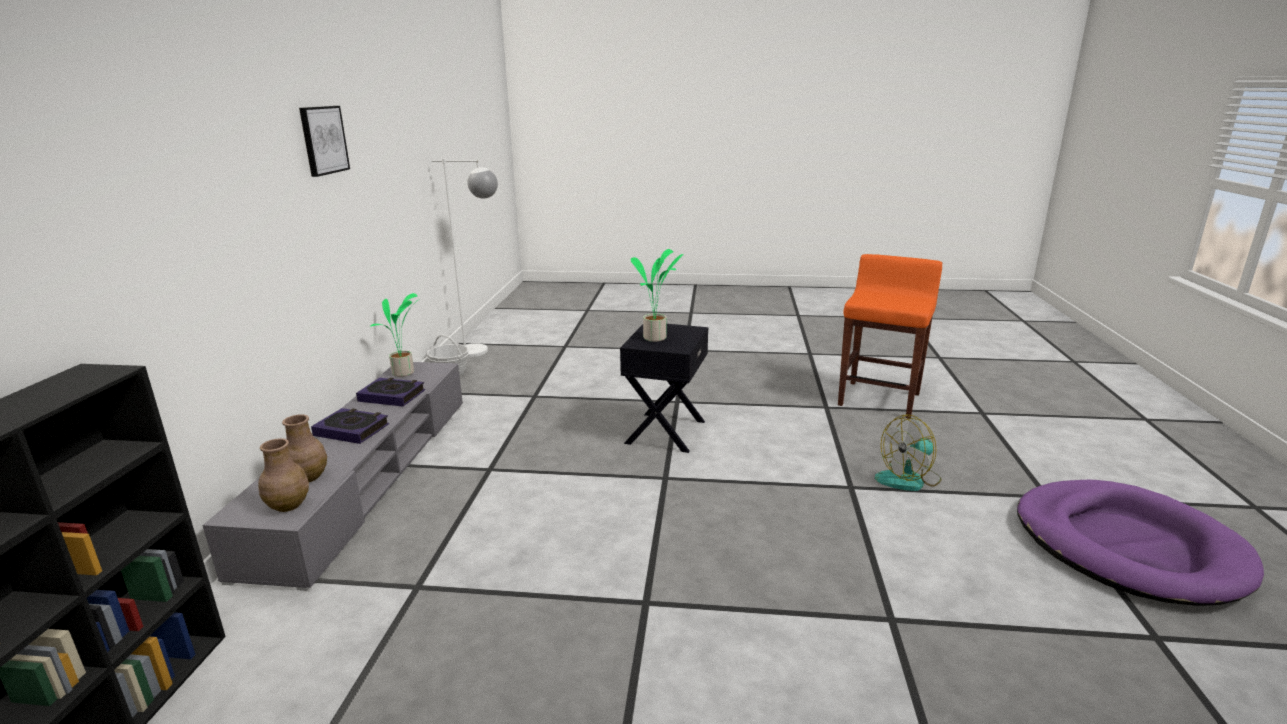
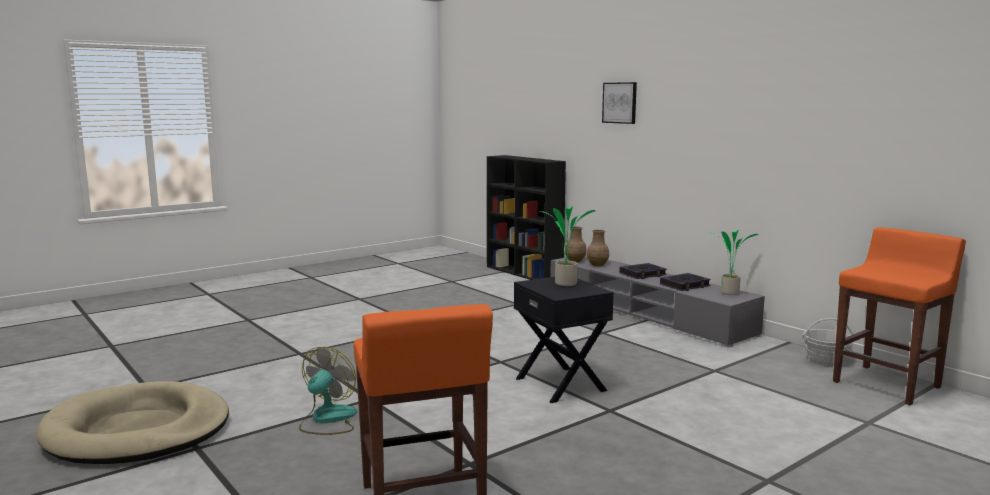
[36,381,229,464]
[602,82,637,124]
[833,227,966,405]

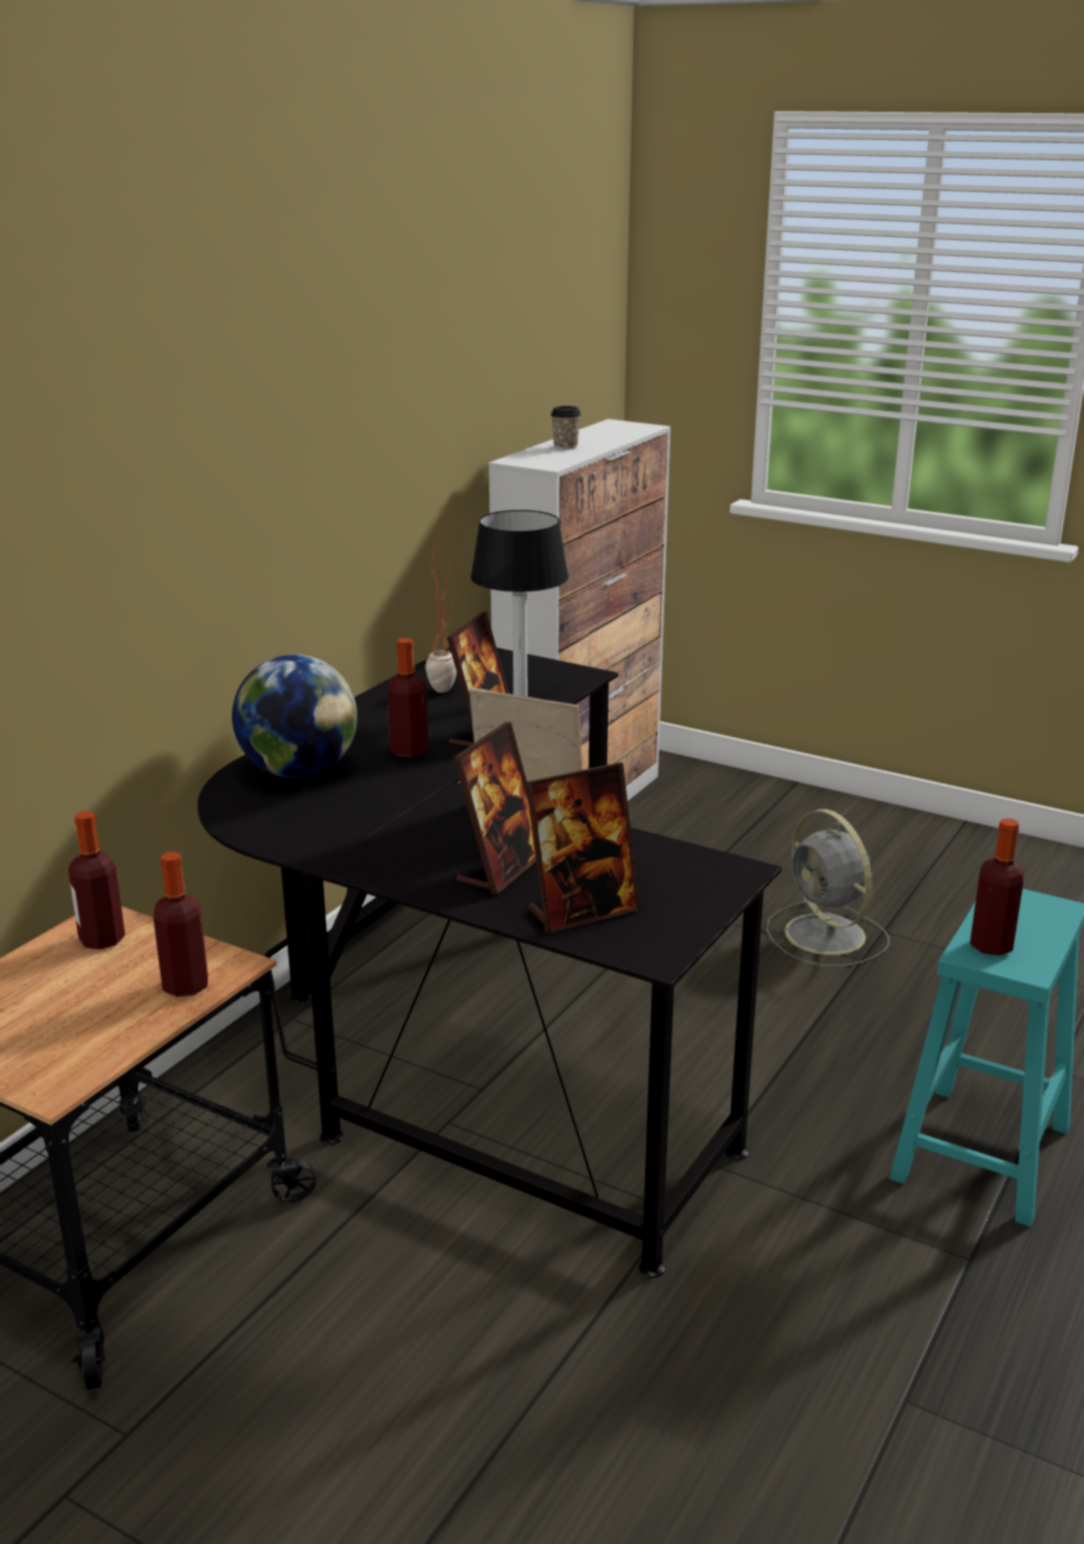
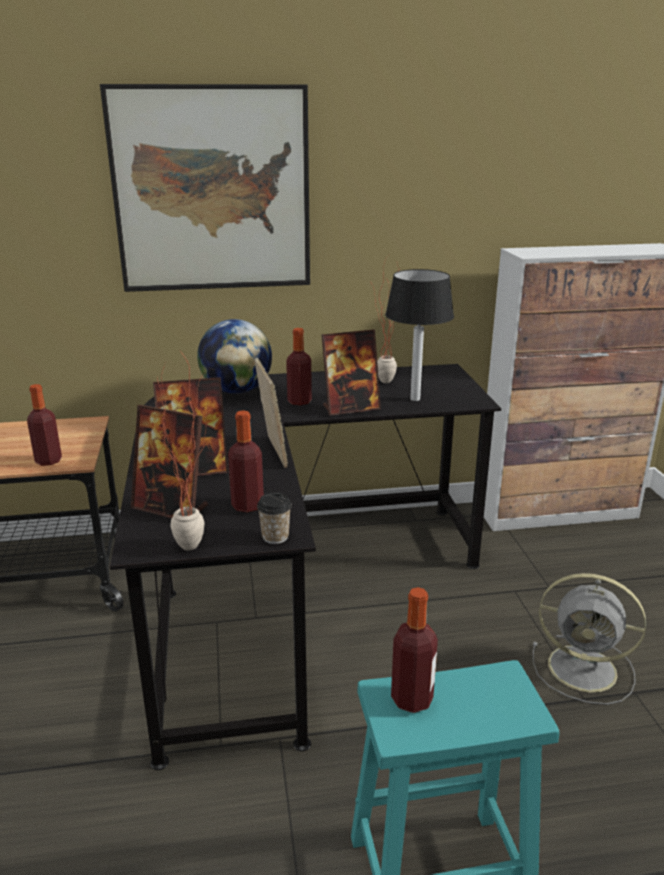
[100,84,310,292]
[157,349,211,551]
[228,411,264,513]
[257,492,292,544]
[533,573,646,705]

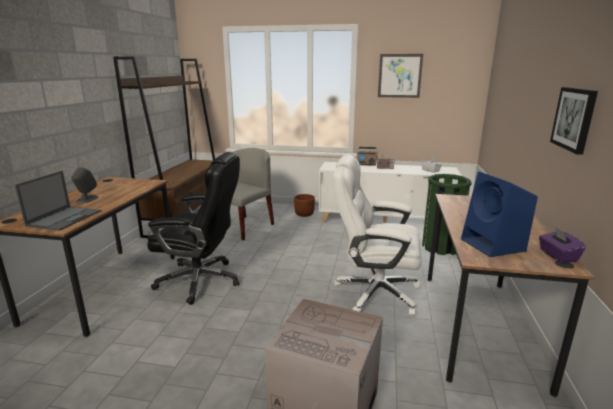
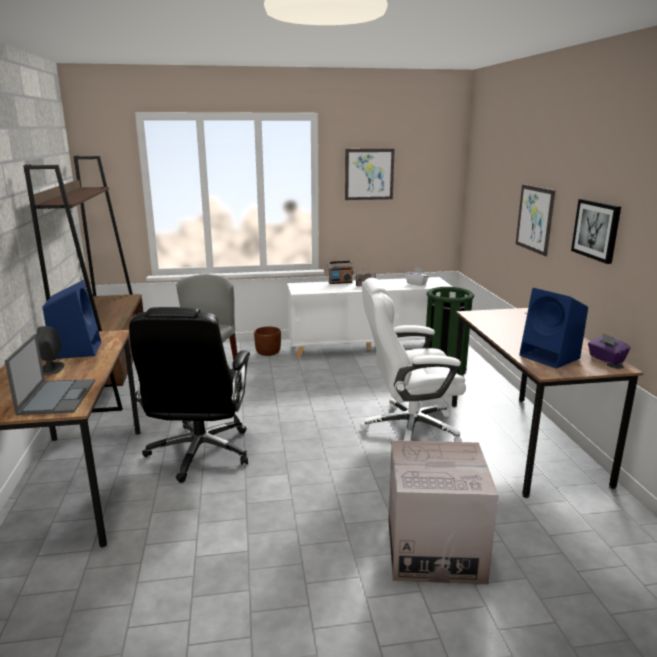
[43,280,101,359]
[129,307,250,483]
[516,184,555,256]

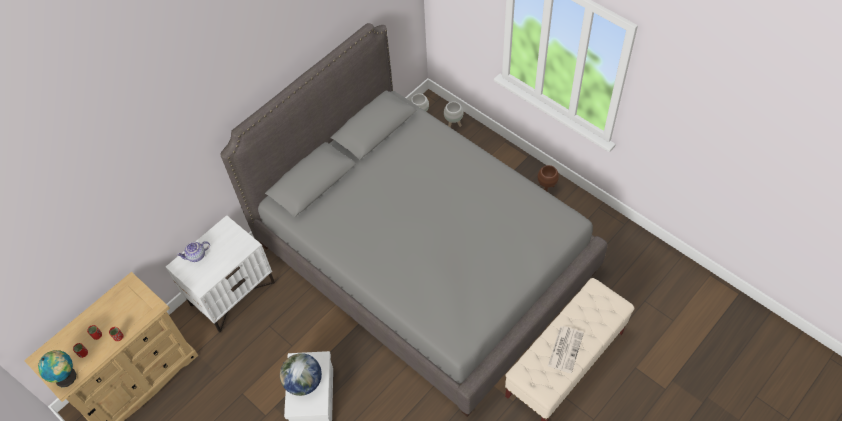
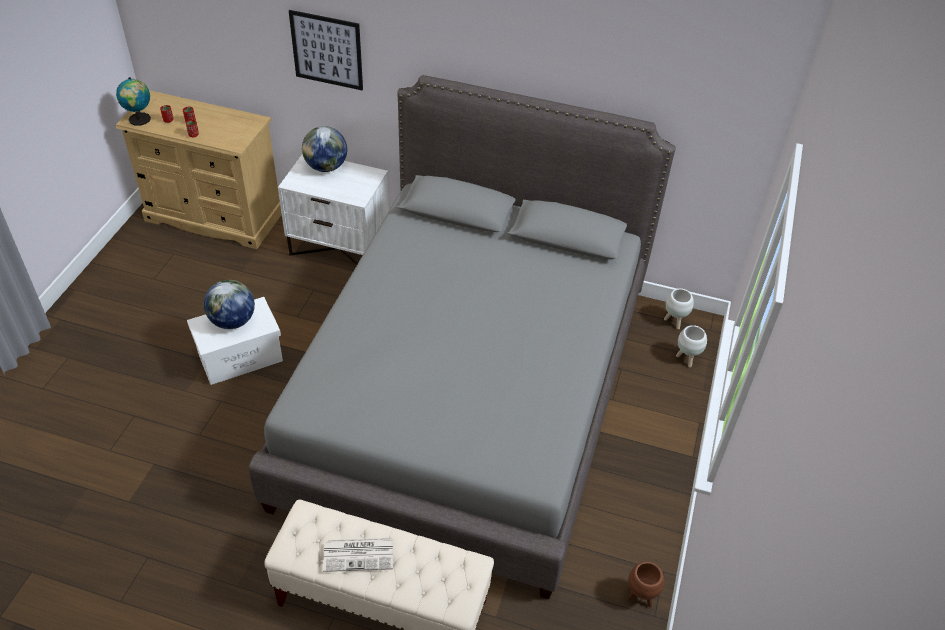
[289,10,363,90]
[302,126,347,172]
[627,561,664,607]

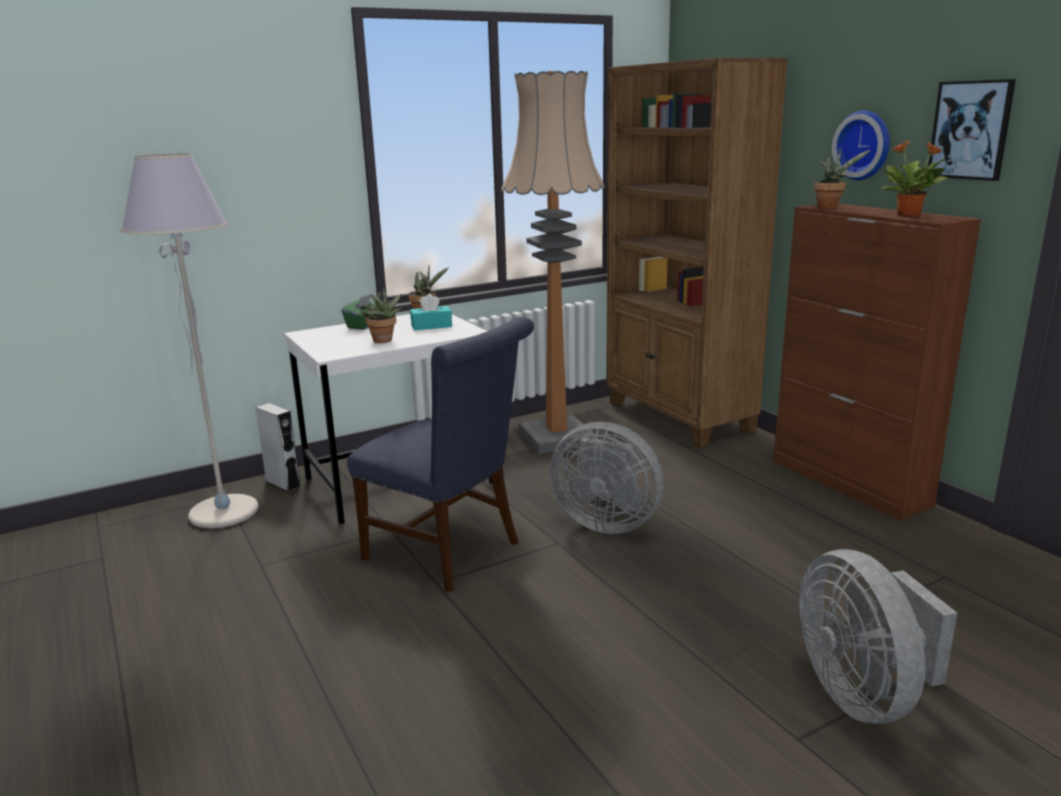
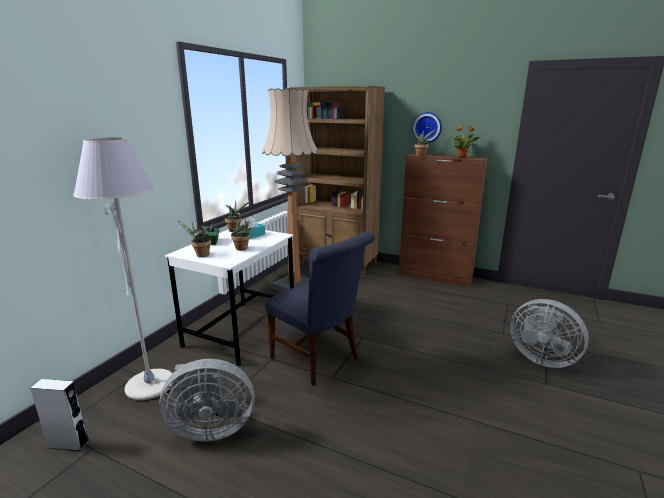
[30,379,90,451]
[160,359,255,442]
[178,221,211,257]
[265,232,375,386]
[928,79,1016,181] (first image)

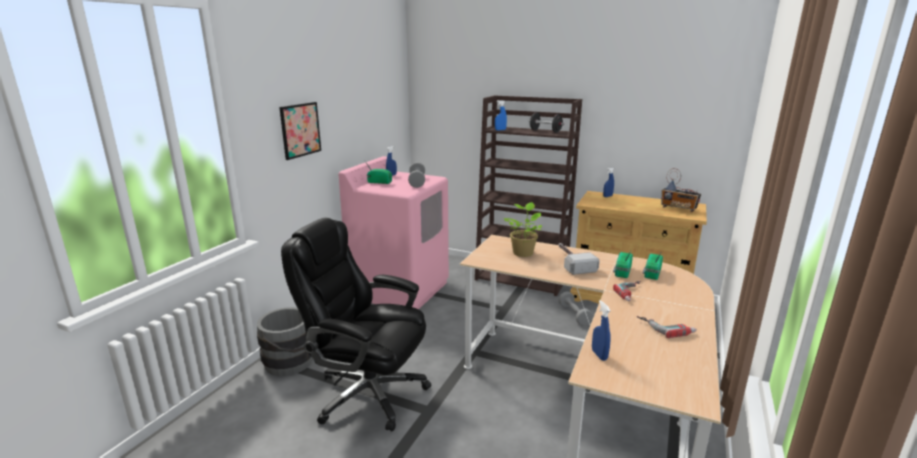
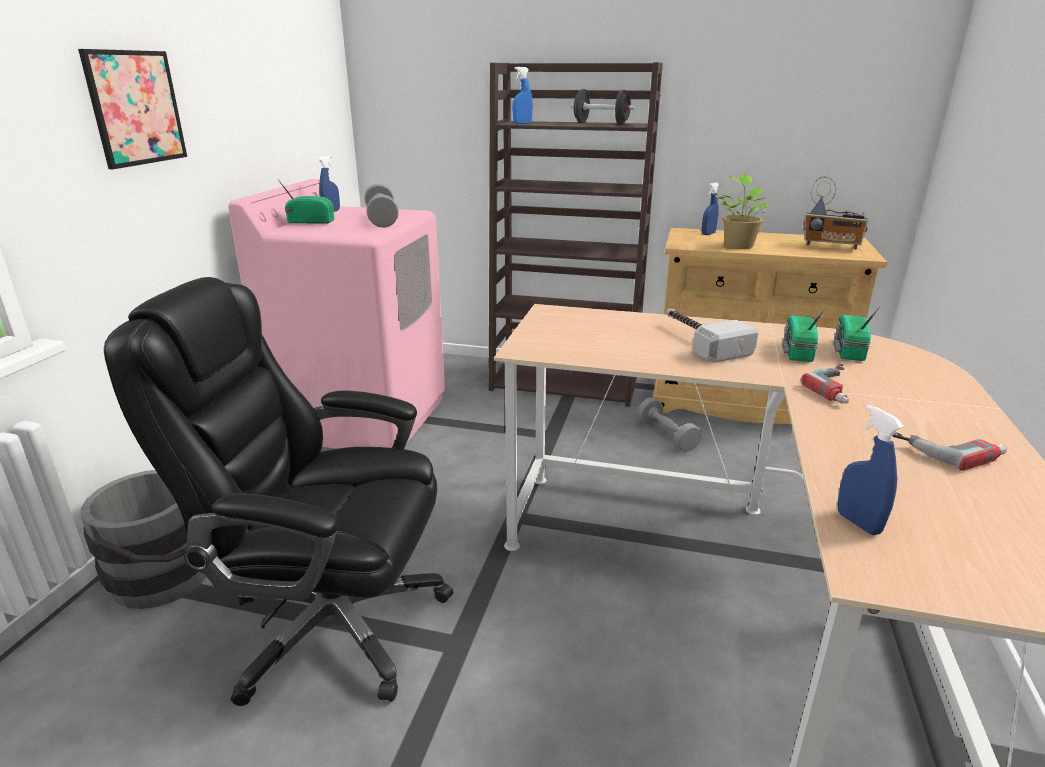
[714,174,770,249]

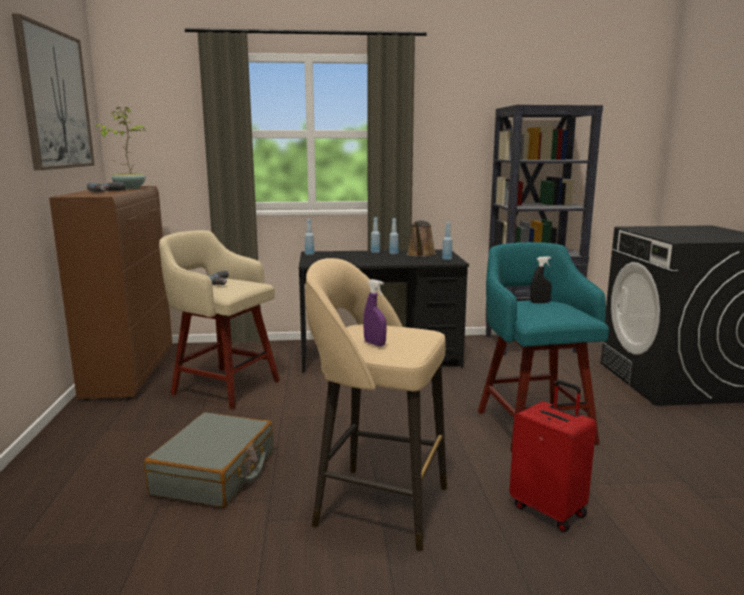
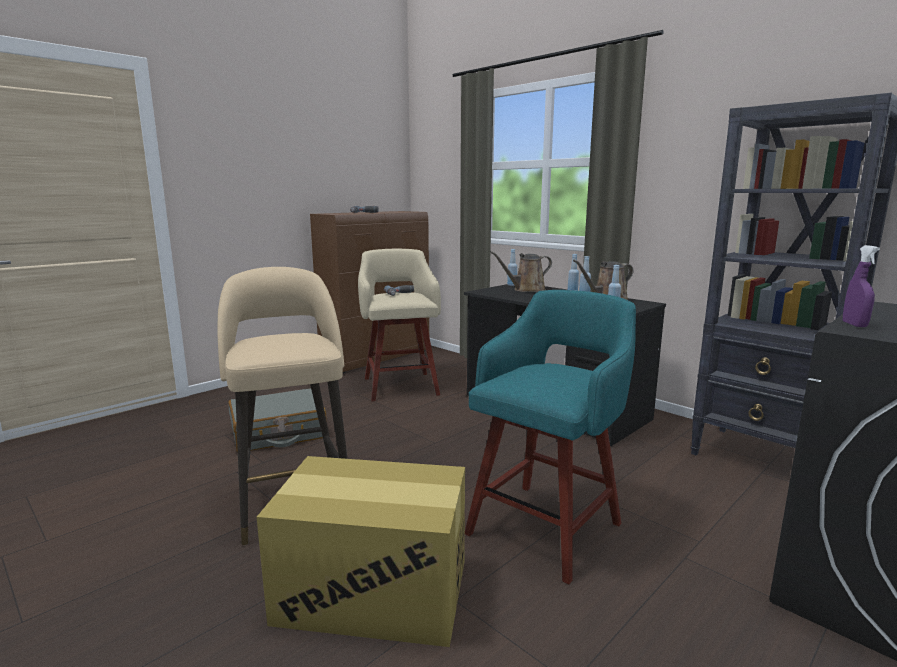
[257,456,465,647]
[490,251,552,292]
[843,245,880,327]
[12,14,95,170] (first image)
[96,107,146,189] (first image)
[530,256,552,303] (first image)

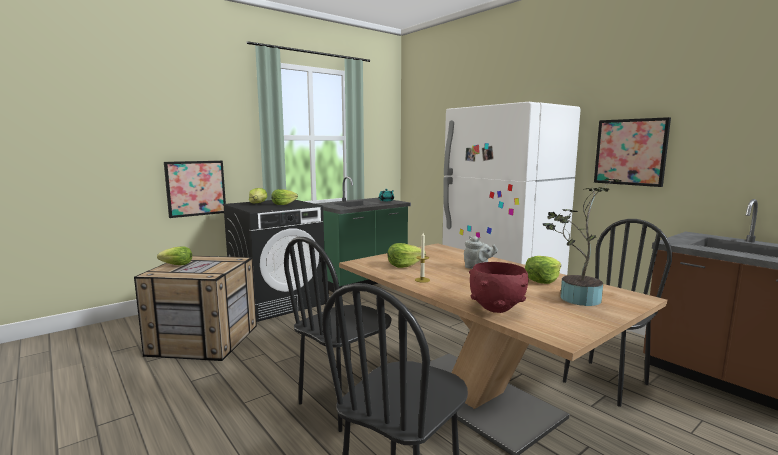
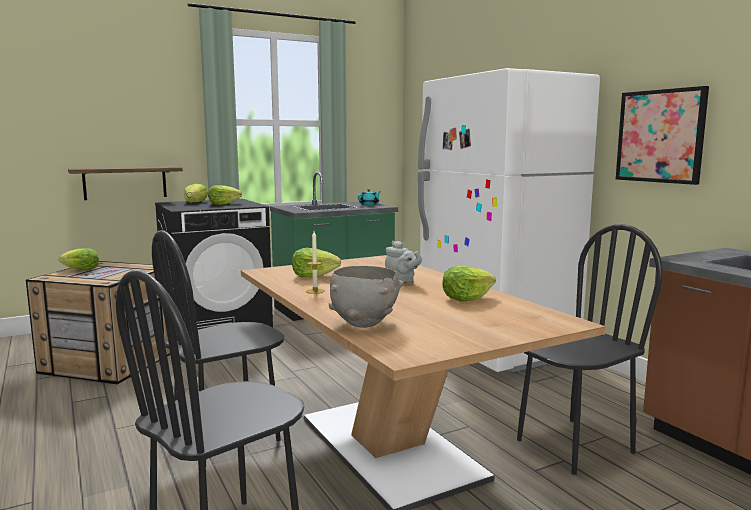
[68,166,183,200]
[329,266,404,328]
[543,179,622,306] (first image)

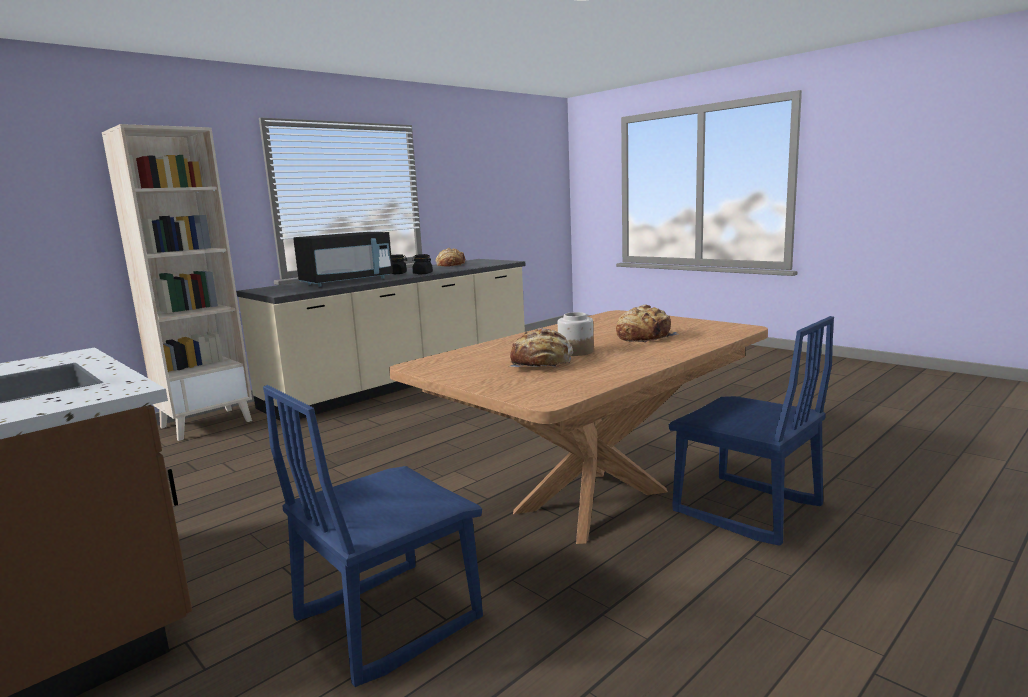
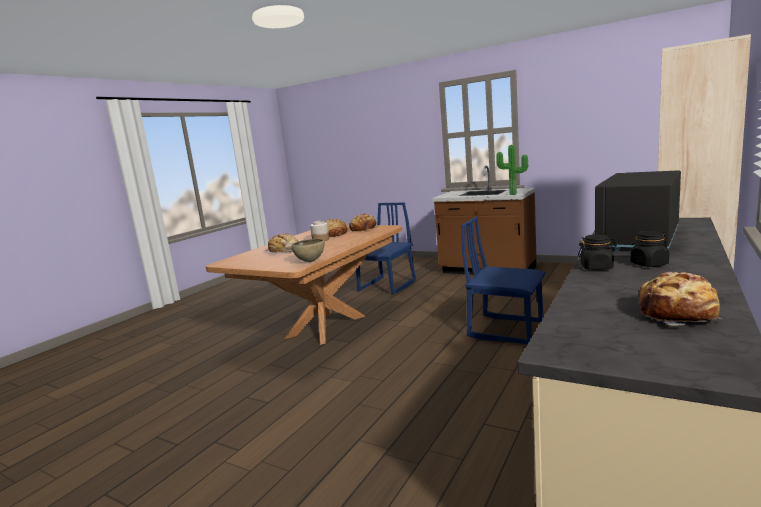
[291,239,325,262]
[349,213,378,232]
[461,217,545,344]
[497,145,528,195]

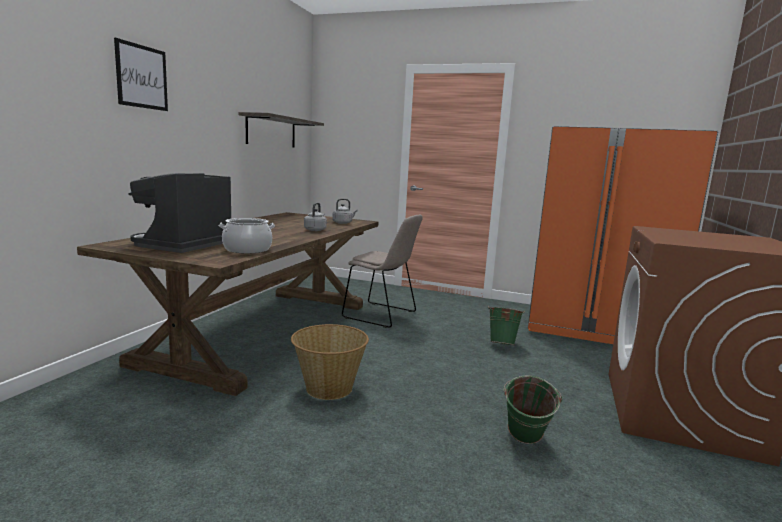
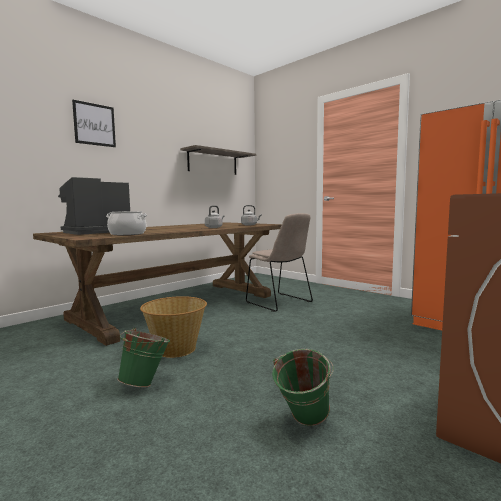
[117,328,170,387]

